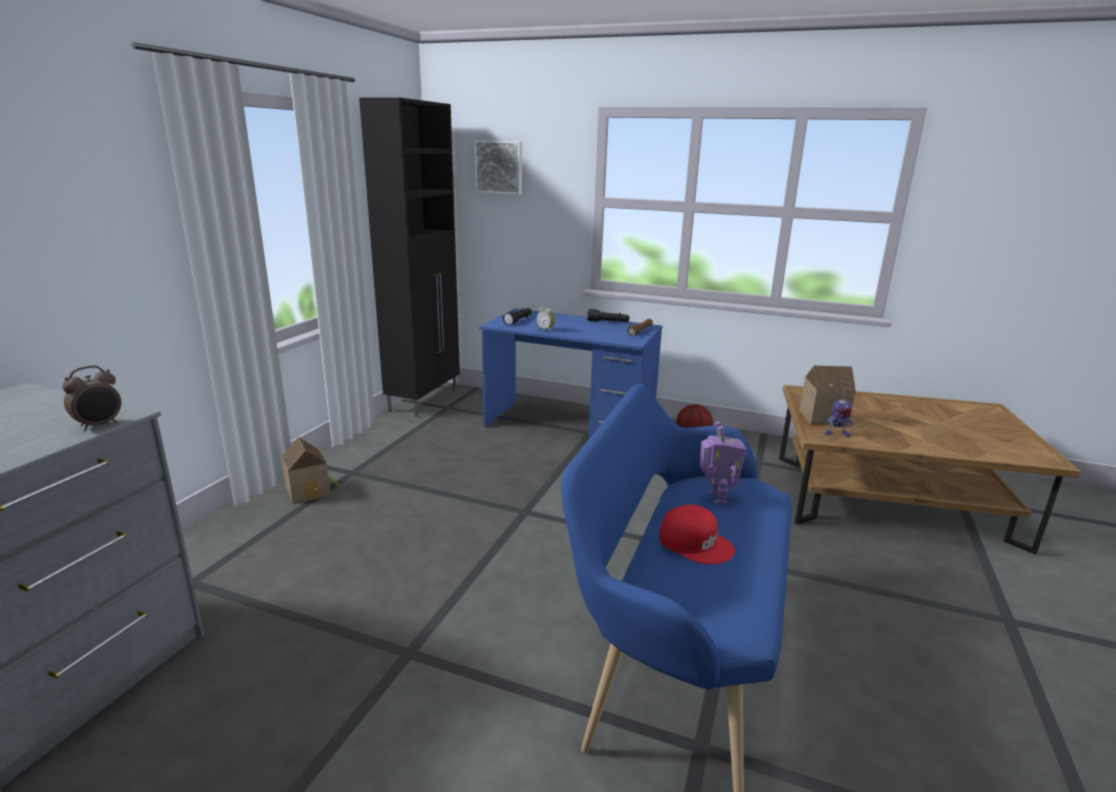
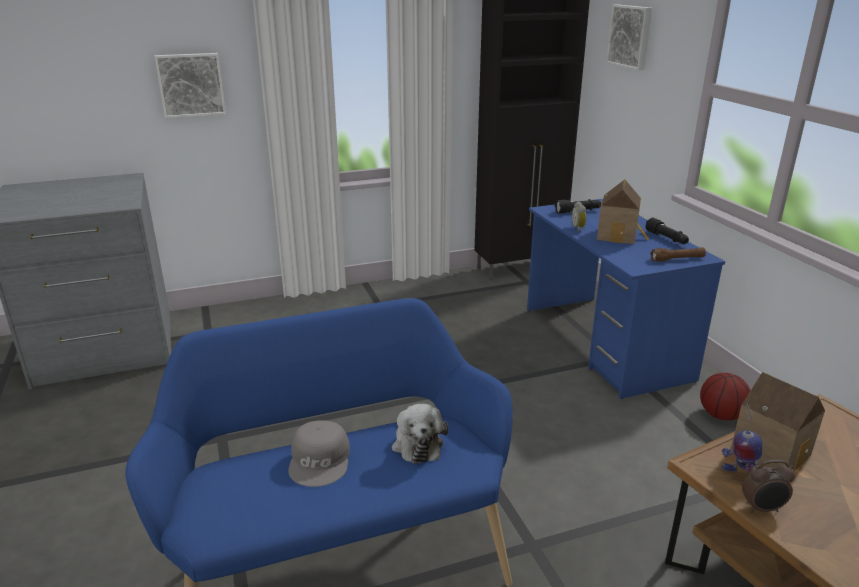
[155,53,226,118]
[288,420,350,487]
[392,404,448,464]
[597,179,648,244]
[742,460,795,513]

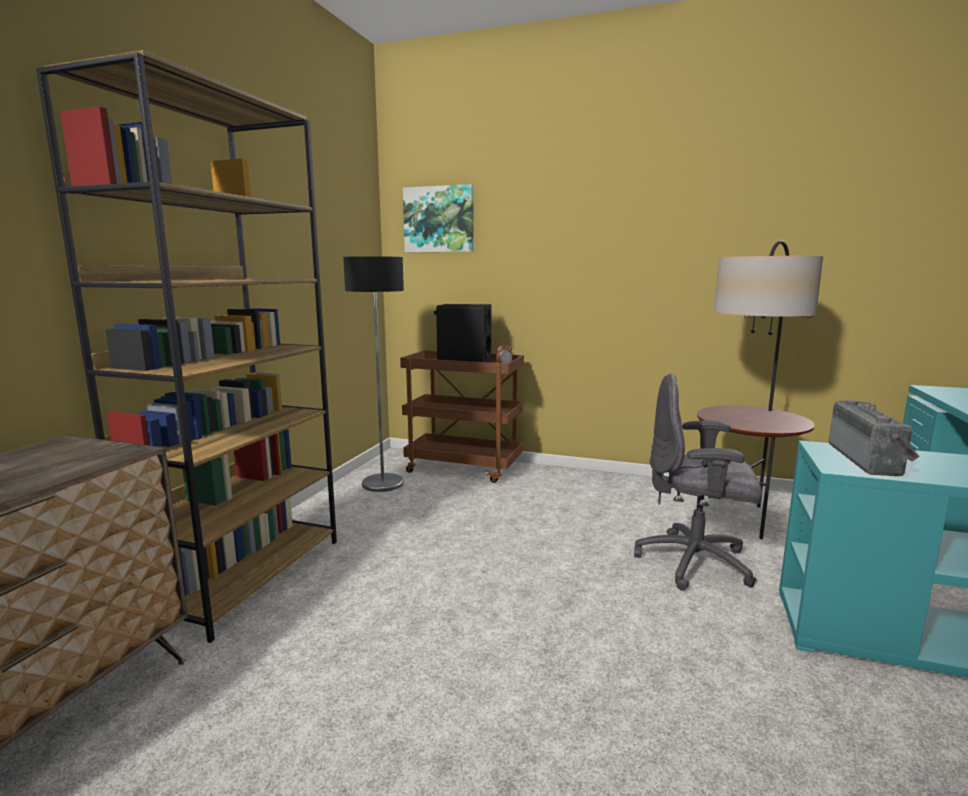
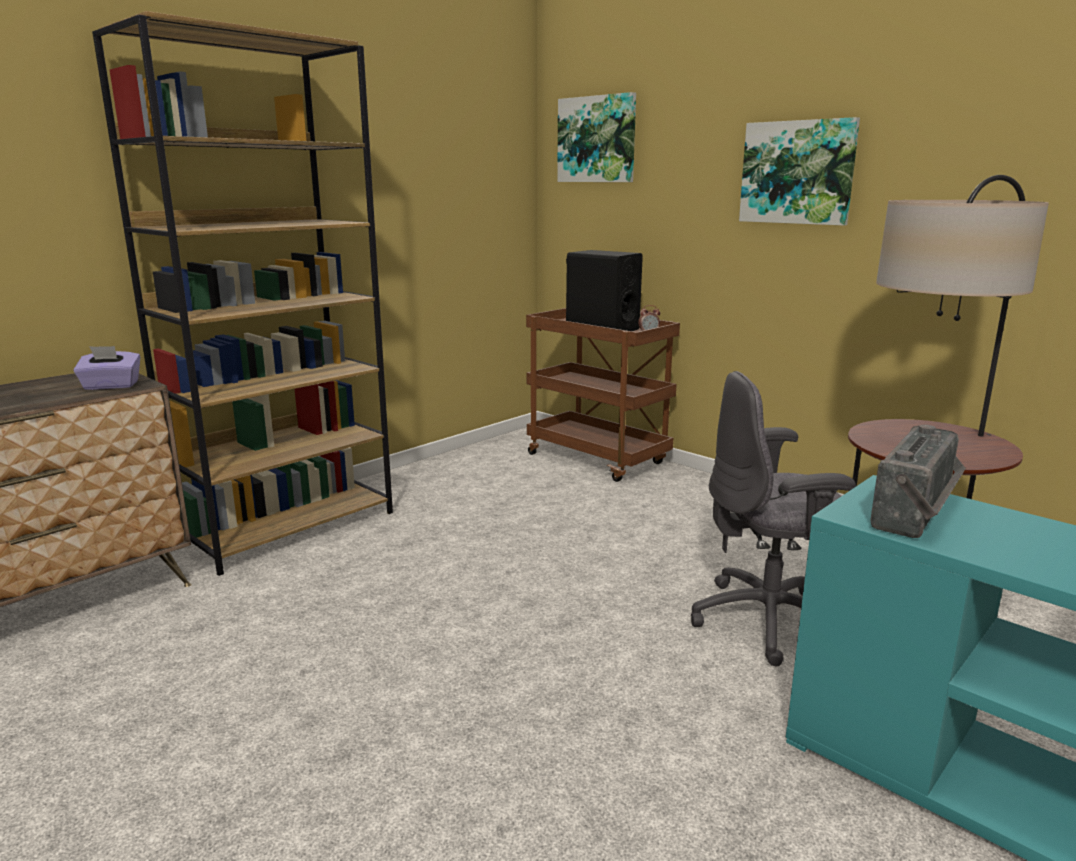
[73,346,140,390]
[691,371,856,666]
[739,117,860,226]
[343,256,404,492] (first image)

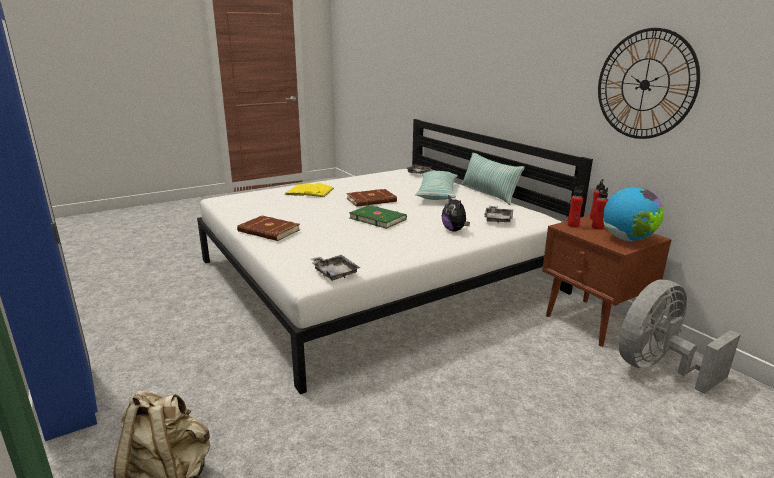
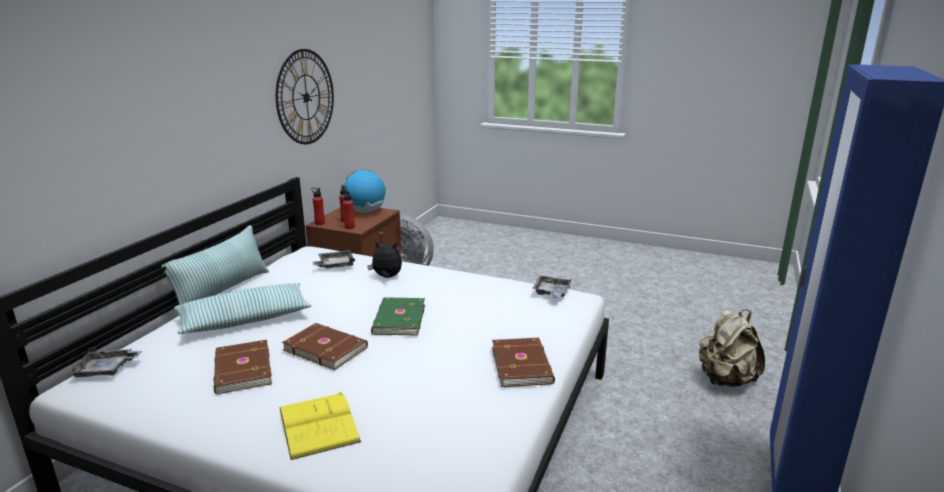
[213,340,272,394]
[367,240,402,278]

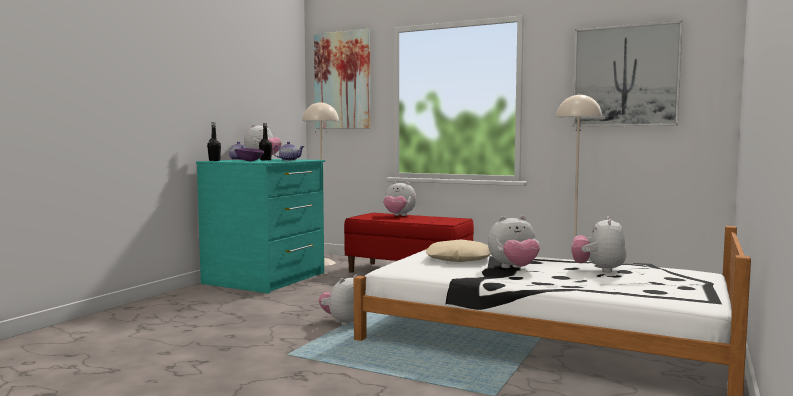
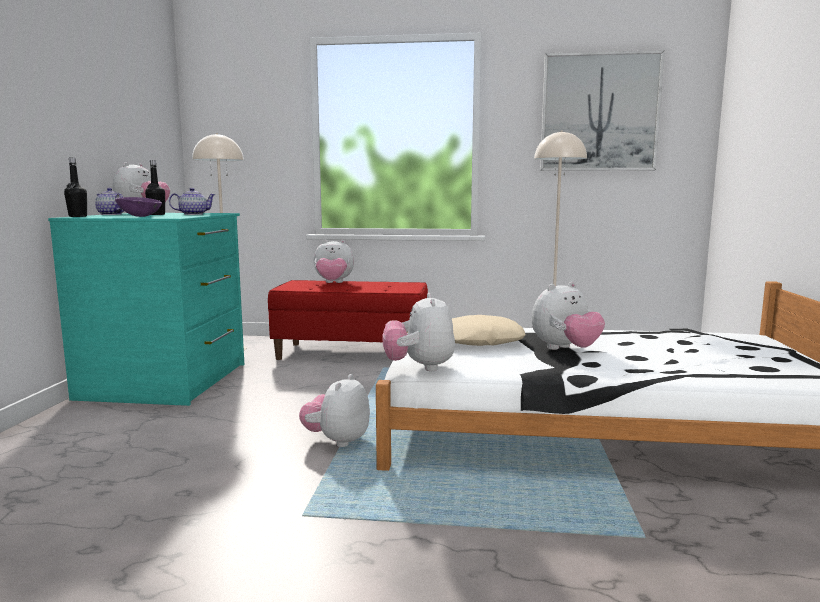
[382,293,455,371]
[314,29,370,129] (first image)

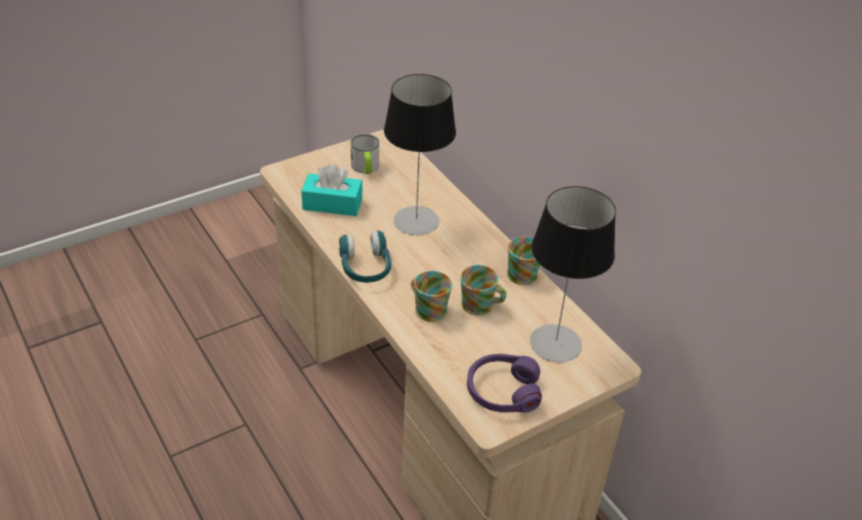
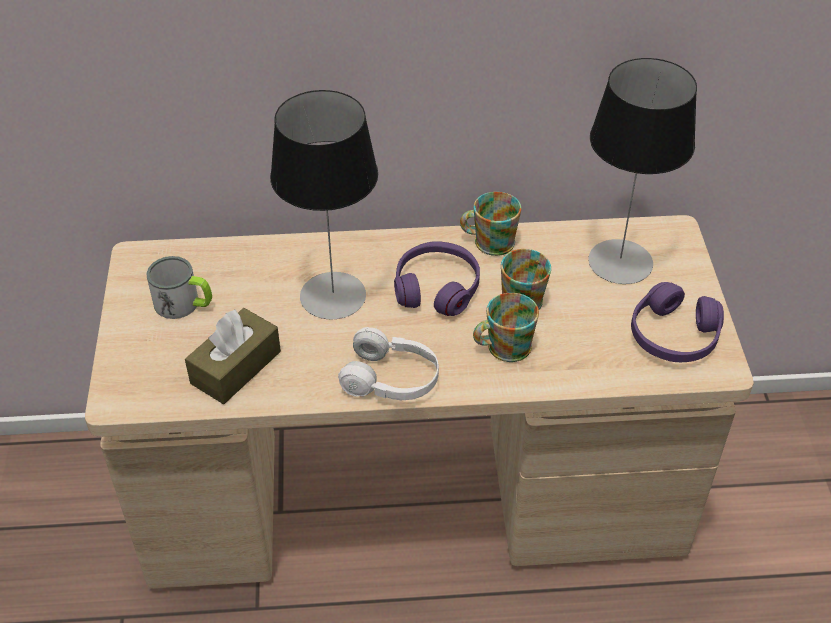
[185,308,281,404]
[338,327,439,400]
[394,241,480,316]

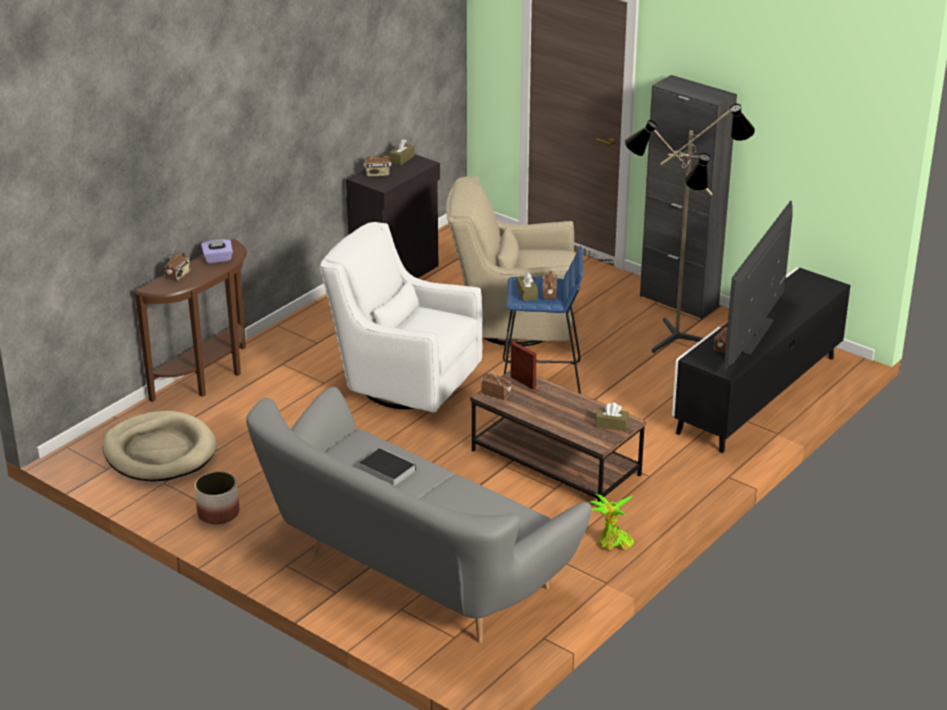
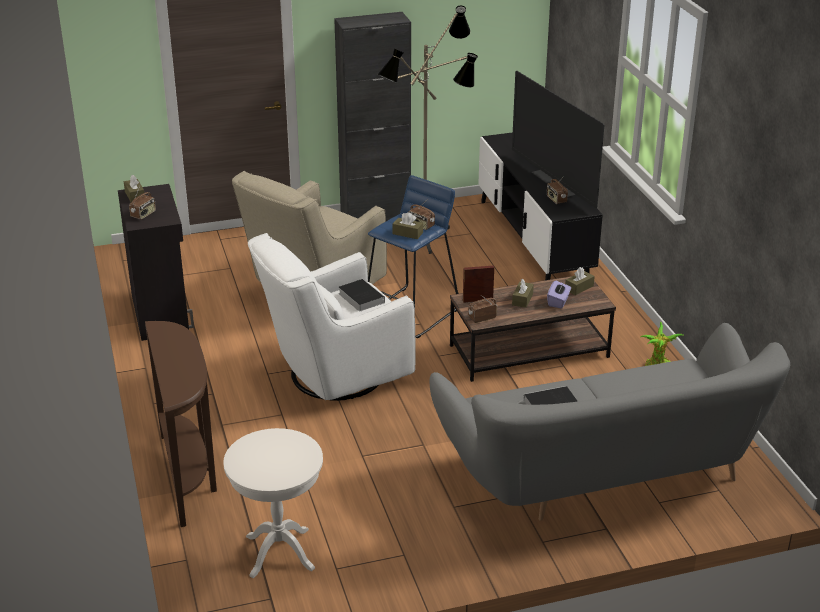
[223,428,323,578]
[338,279,385,311]
[512,279,534,308]
[547,281,571,309]
[165,245,191,281] (first image)
[195,471,239,524] (first image)

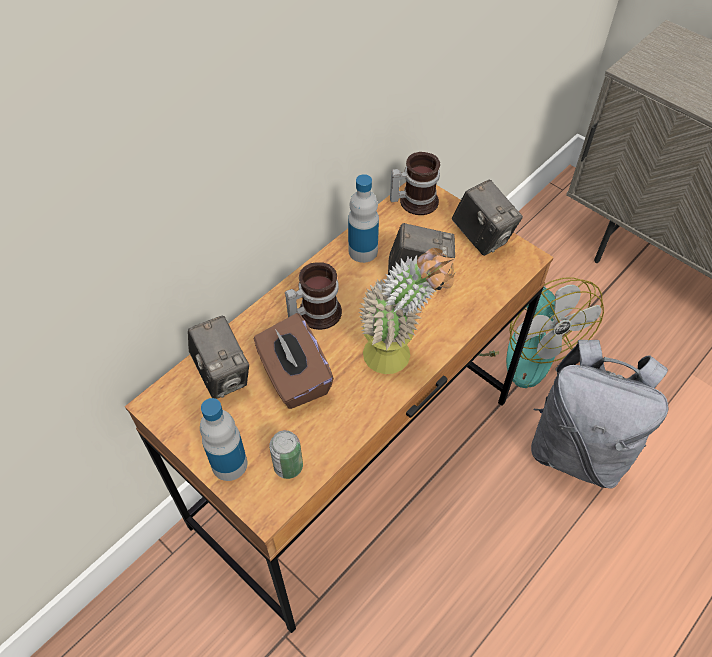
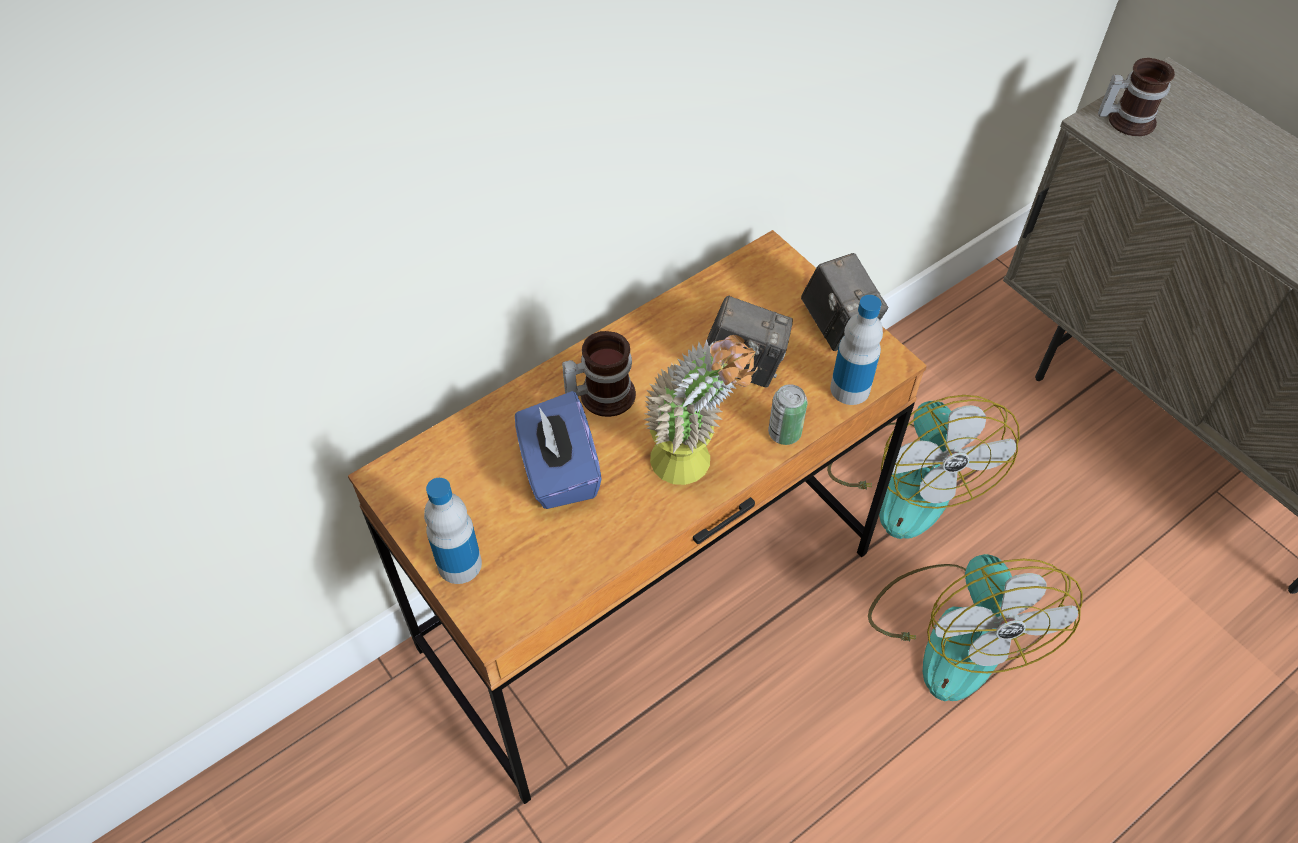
[515,391,602,509]
[768,384,808,445]
[830,295,883,405]
[868,554,1083,701]
[1098,58,1175,136]
[188,315,249,399] (first image)

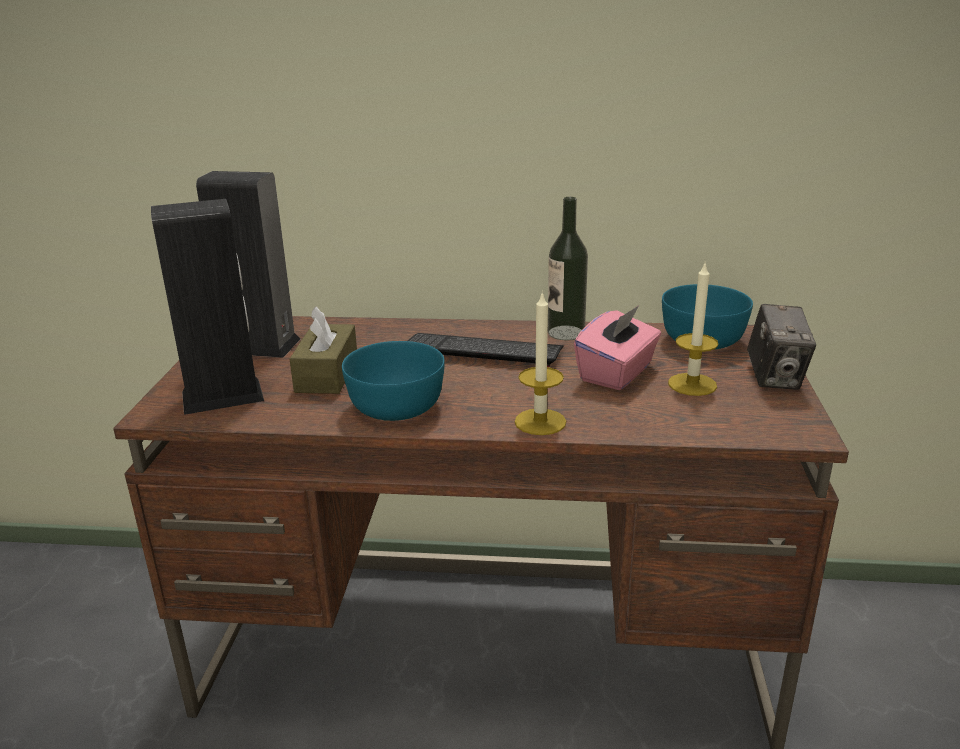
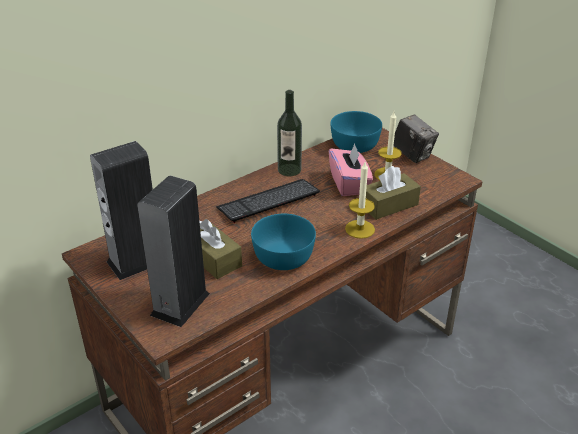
[366,166,421,220]

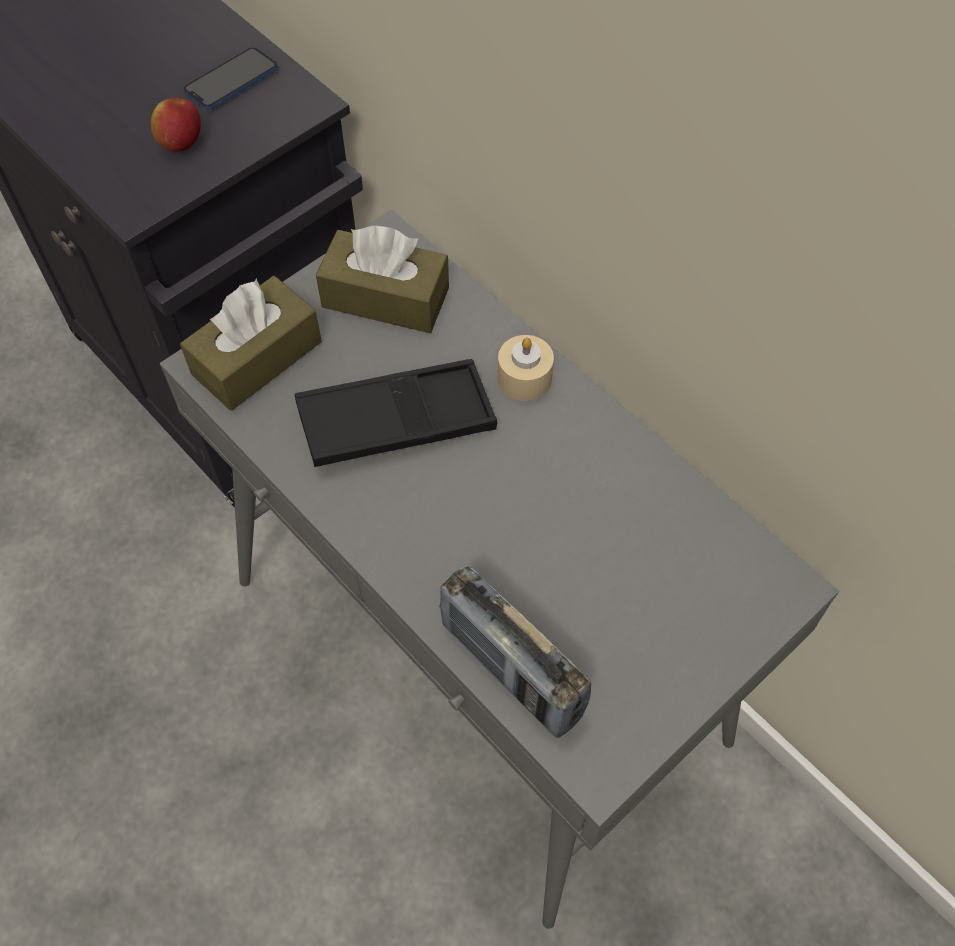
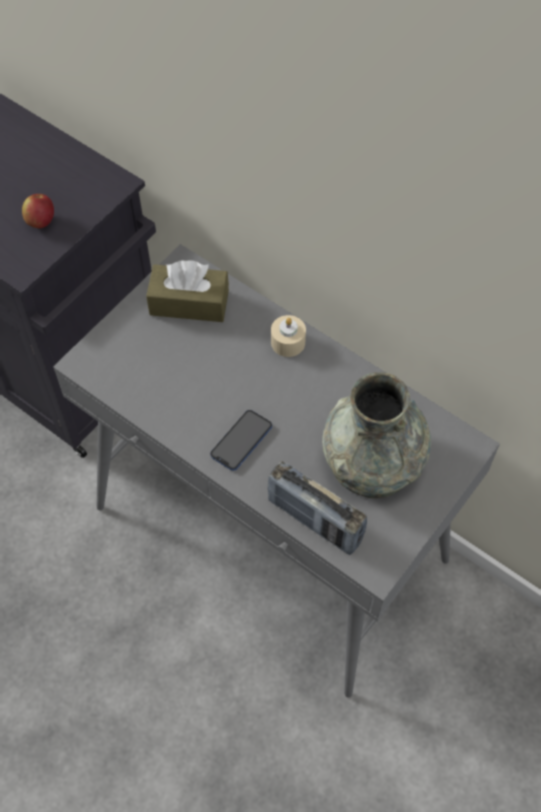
[210,410,272,471]
[322,372,431,498]
[180,276,322,411] (first image)
[295,359,497,467] (first image)

